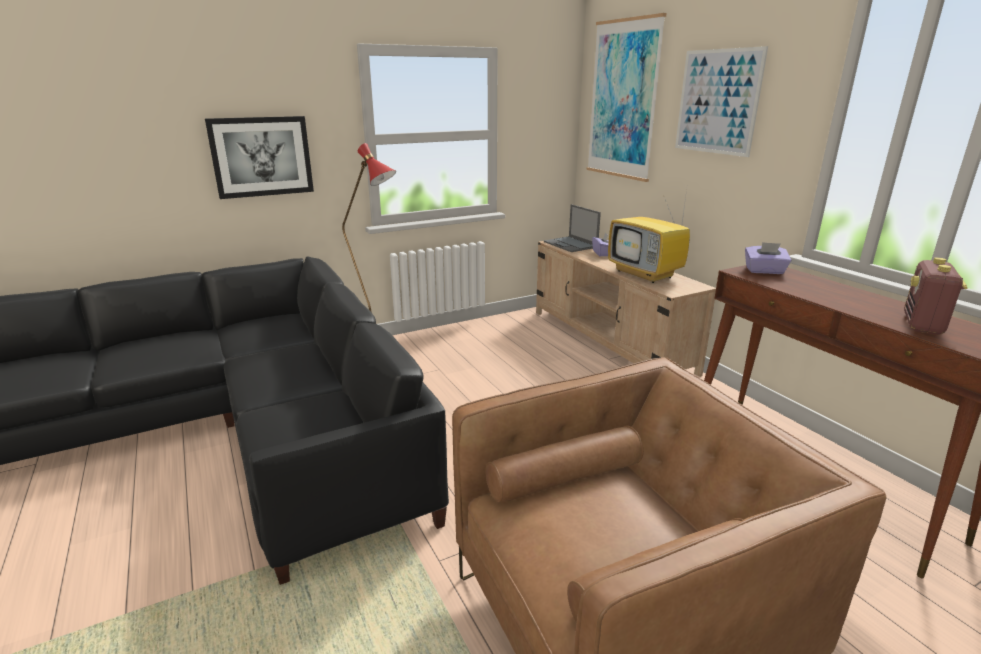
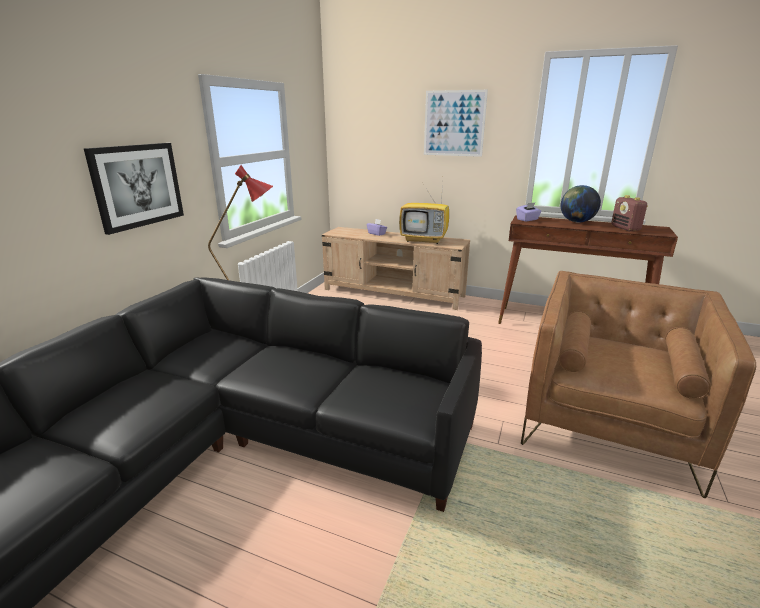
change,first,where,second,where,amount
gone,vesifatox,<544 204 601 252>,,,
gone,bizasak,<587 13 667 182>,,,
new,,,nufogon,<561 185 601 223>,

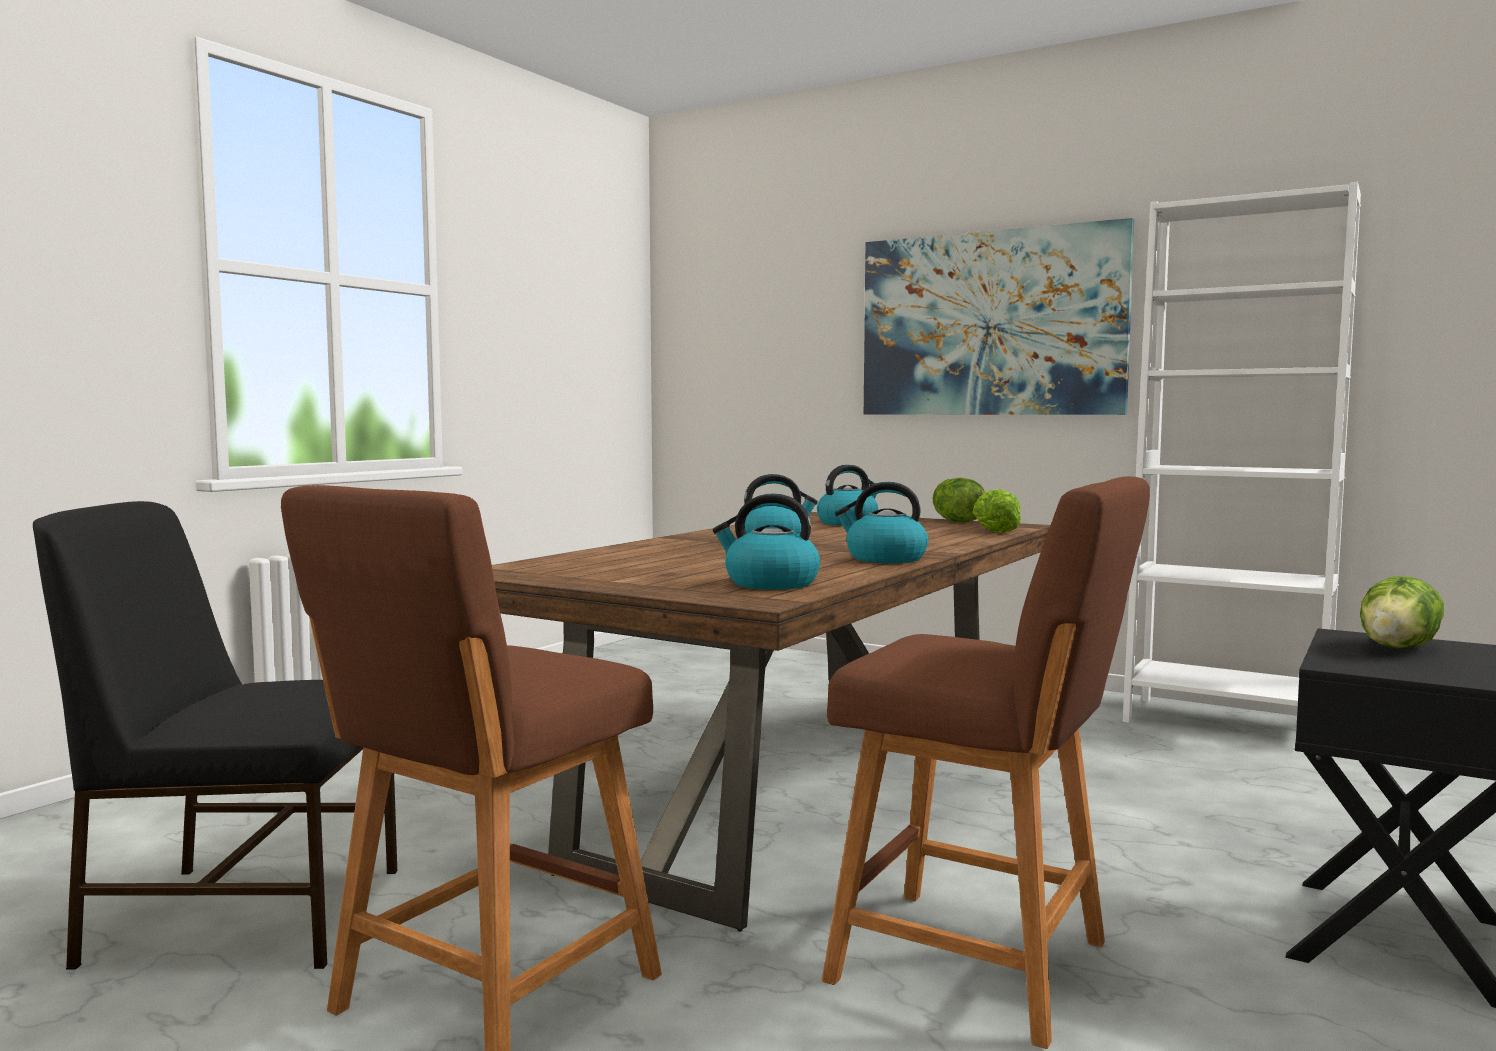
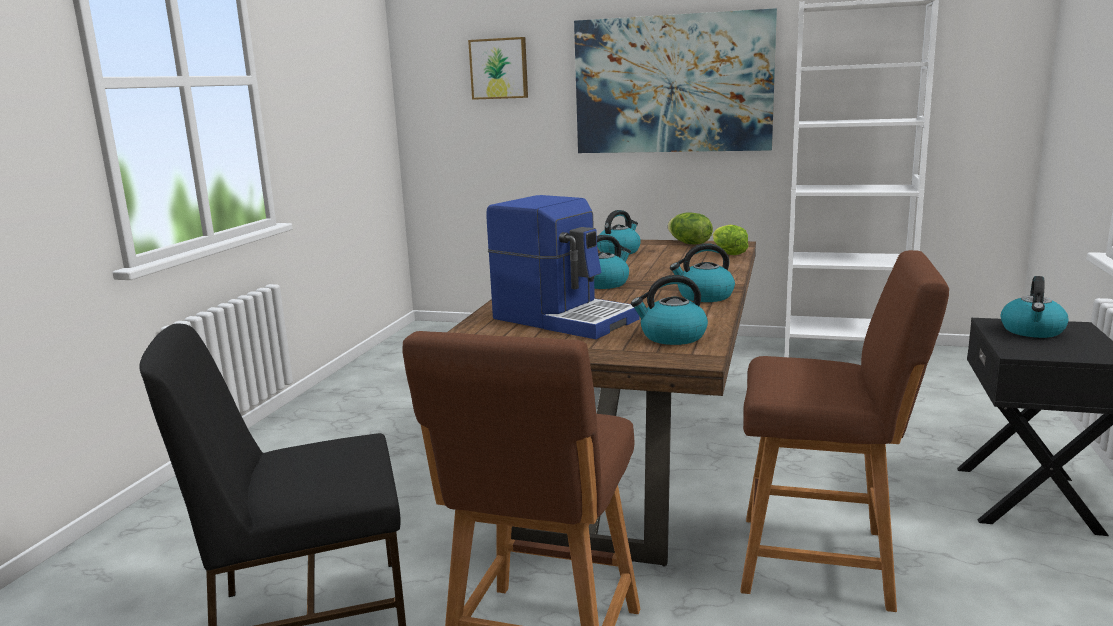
change,first,where,second,where,amount
swapped,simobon,<1360 576 1444 648>,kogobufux,<1001 276 1069 338>,
new,,,bizasak,<468 37 528 100>,
new,,,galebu,<486 195 640 339>,

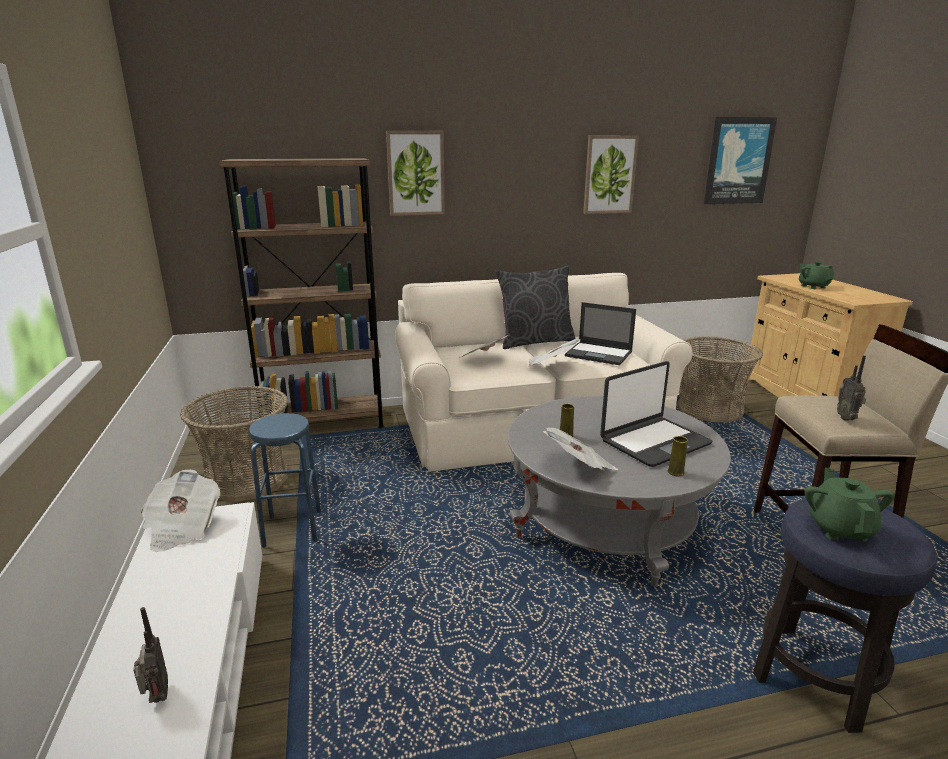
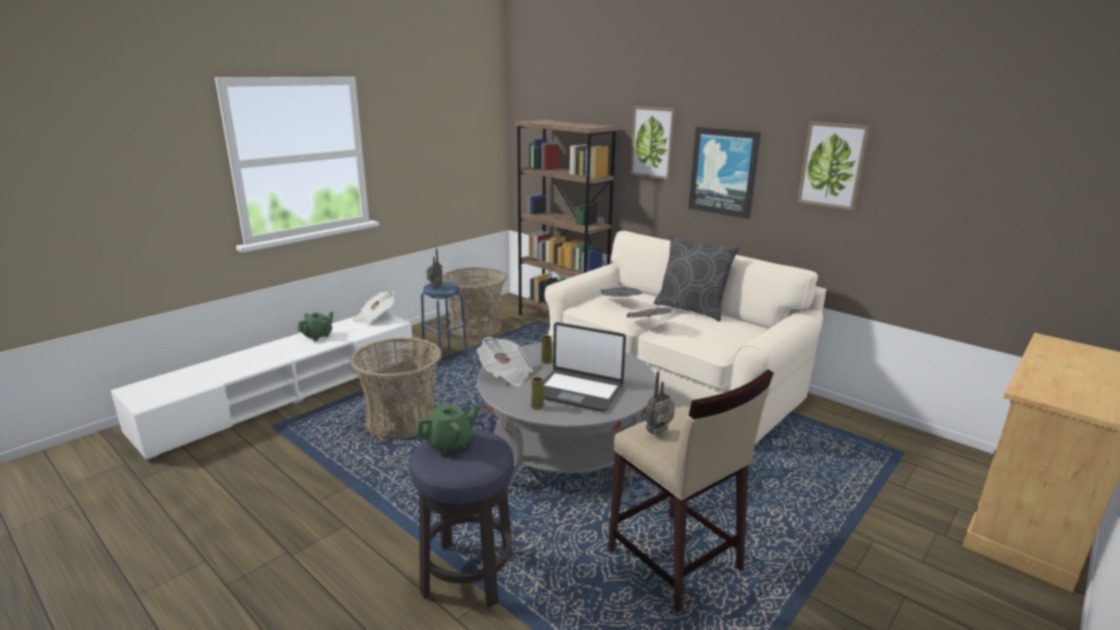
change,first,where,second,where,amount
shifted,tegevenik,<133 607 168 703>,,<426 248 443 288>,
gone,vesifatox,<565 302 636 365>,,,
shifted,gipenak,<677 336 763 422>,,<350 337 442 439>,
shifted,bizasak,<704 117 777 204>,,<688 127 761 219>,
shifted,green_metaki,<799 261 834 289>,,<298 312 333 341>,

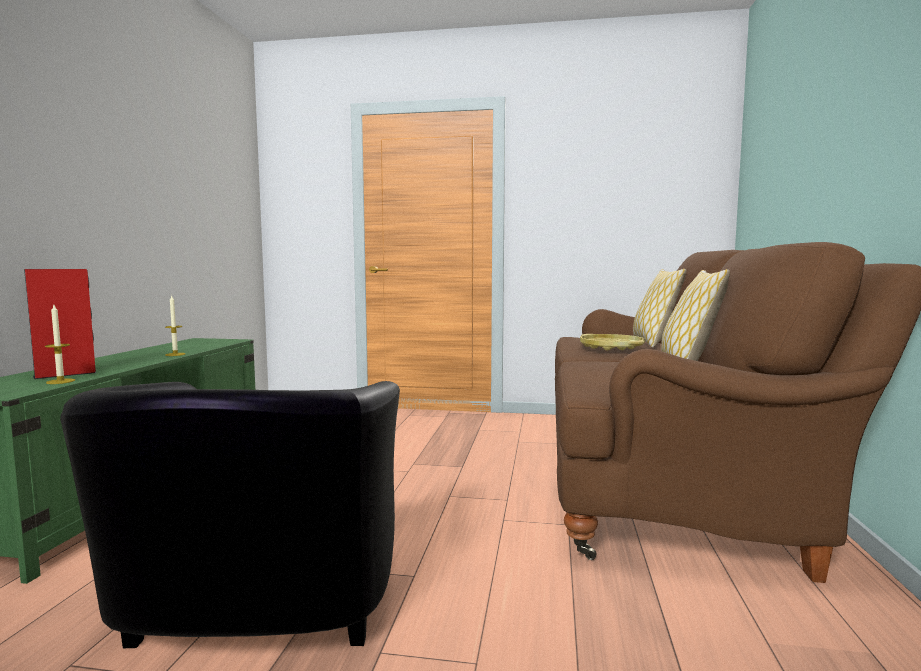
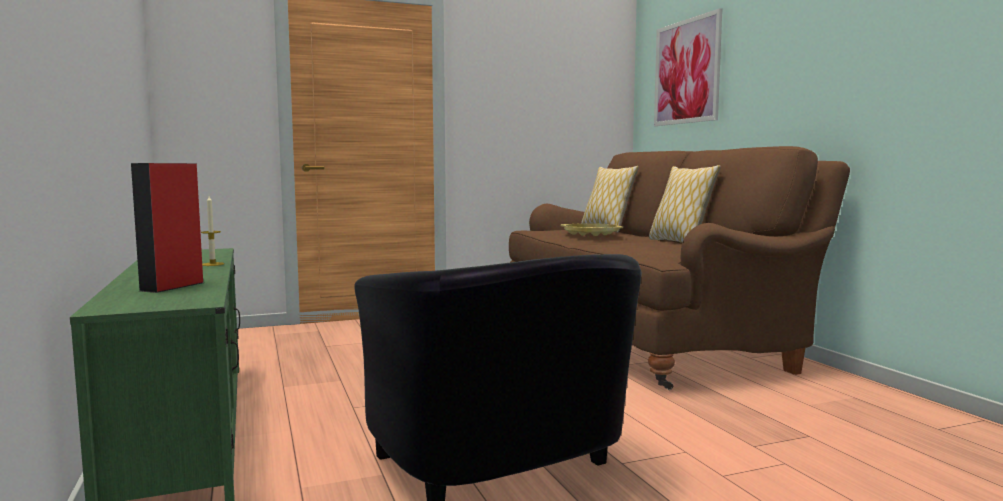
change,first,where,second,where,amount
gone,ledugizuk,<45 305 75 384>,,,
new,,,bizasak,<654 8 722 126>,

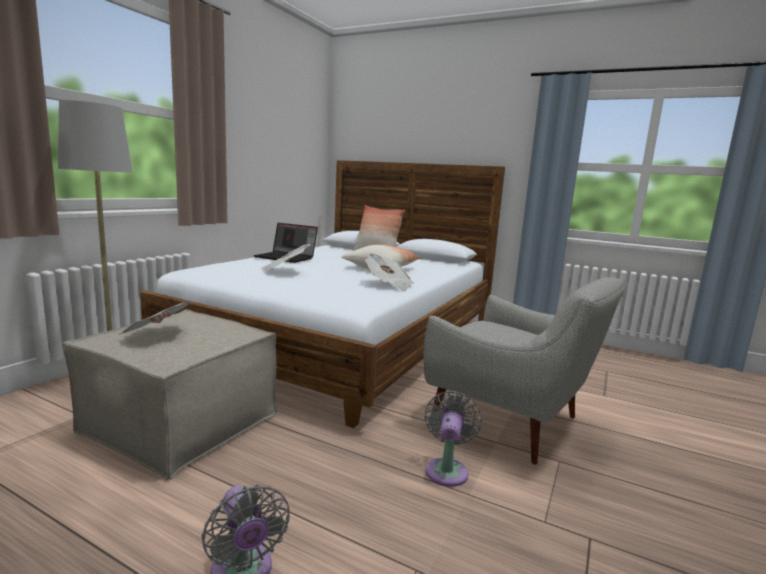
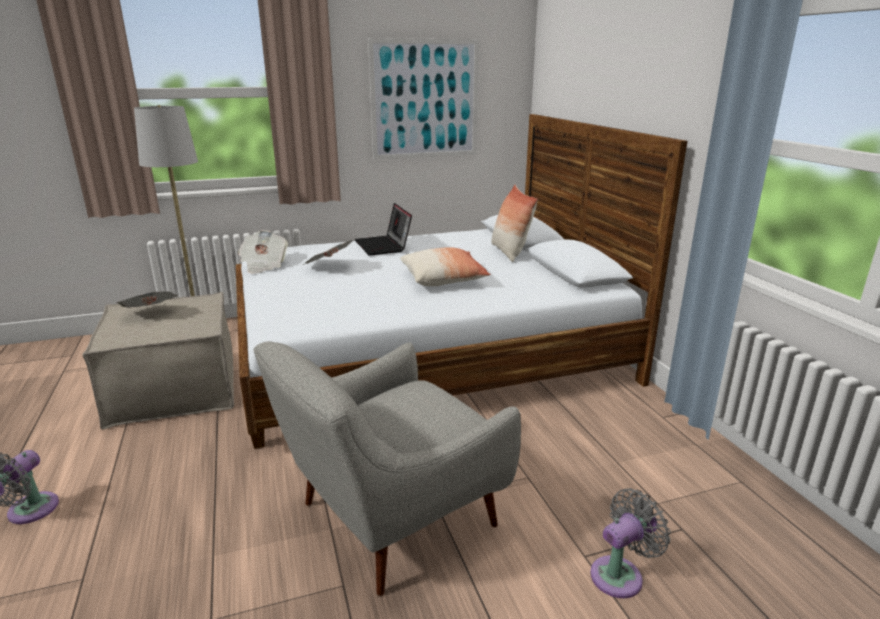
change,first,where,second,where,amount
shifted,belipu,<365 253 414 291>,,<238 230 288 274>,
rotated,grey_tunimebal,<423 277 625 464>,,<254 341 521 596>,60 degrees clockwise
shifted,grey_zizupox,<424 391 482 487>,,<590 488 671 598>,
new,,,bizasak,<368 38 479 160>,

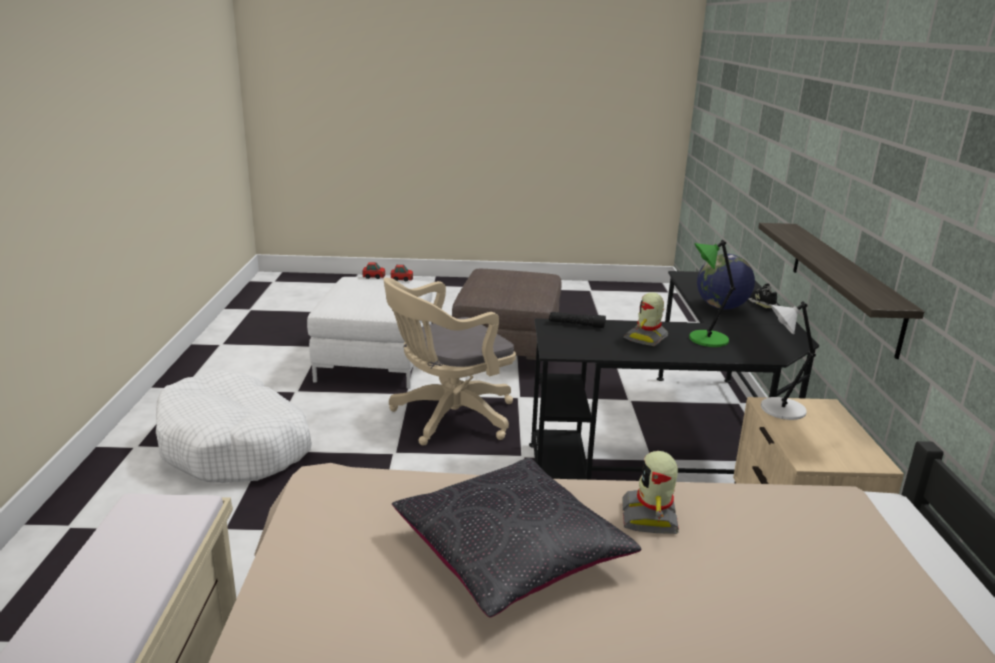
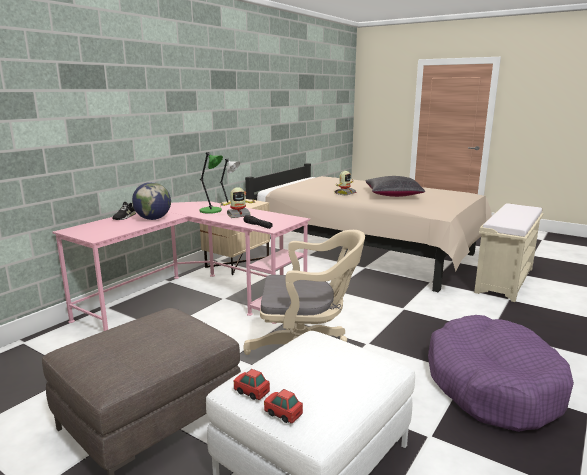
change,first,where,second,where,amount
repainted,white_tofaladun,<156 370 312 483>,purple_tofaladun,<428 315 574 432>,
repainted,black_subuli,<529 271 819 480>,pink_subuli,<52 201 310 331>,
gone,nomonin,<758 223 925 359>,,,

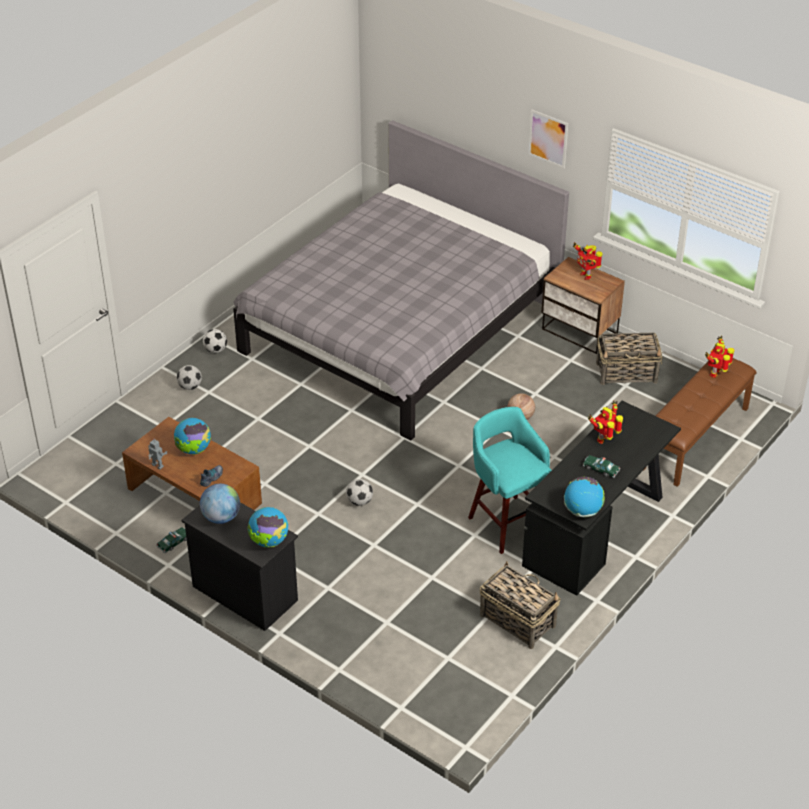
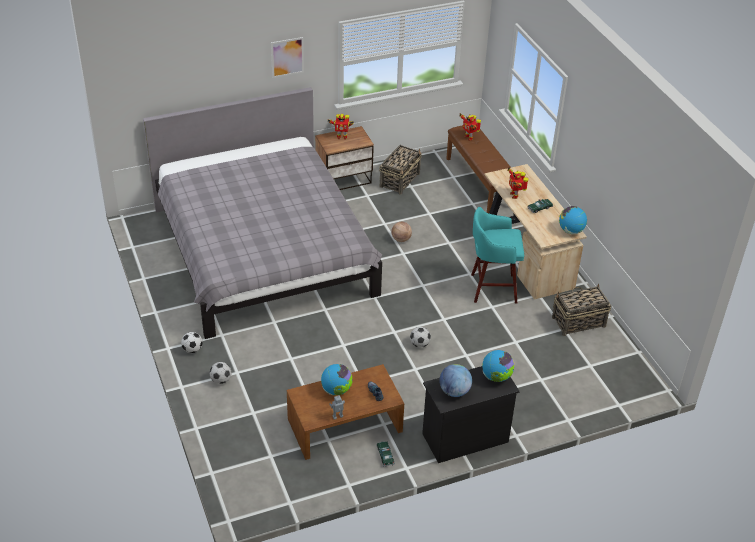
change,first,where,second,where,amount
repainted,black_subuli,<522 401 681 596>,beige_subuli,<485 164 587 300>,

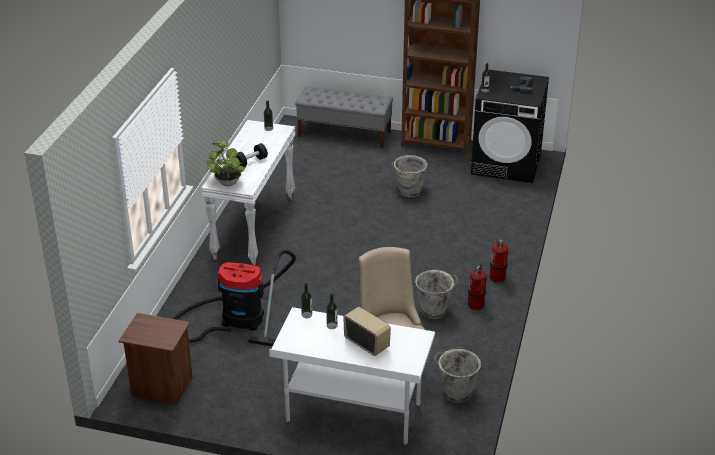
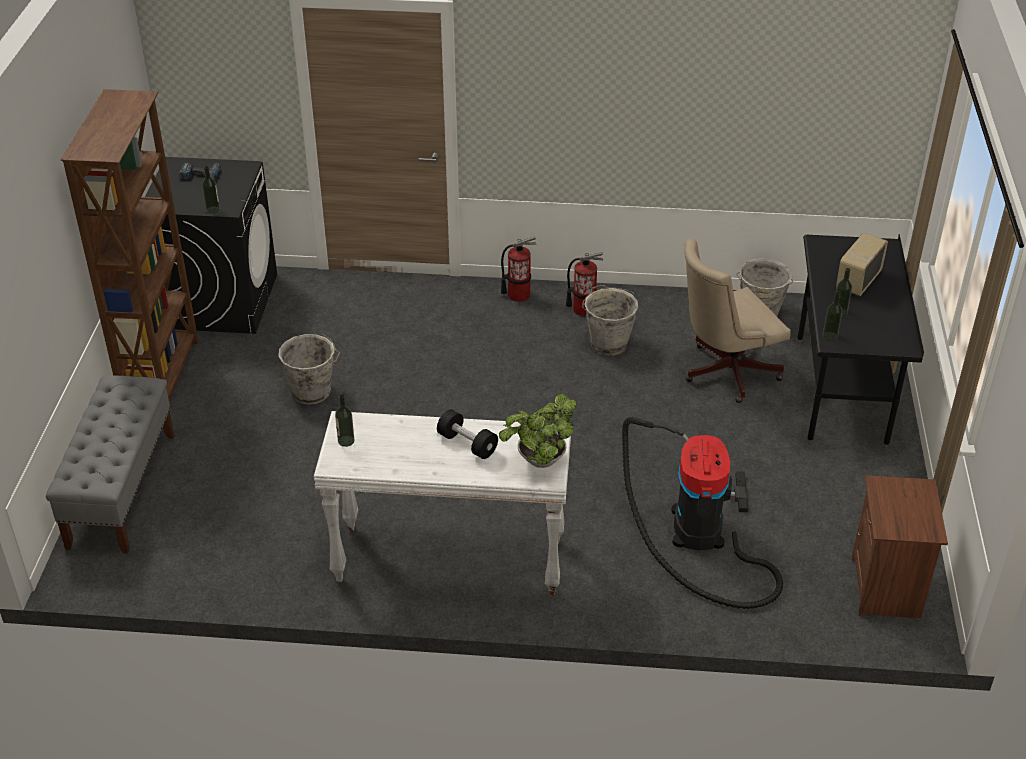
change,first,where,second,where,amount
repainted,white_subuli,<269 307 435 446>,black_subuli,<797 234 924 447>,

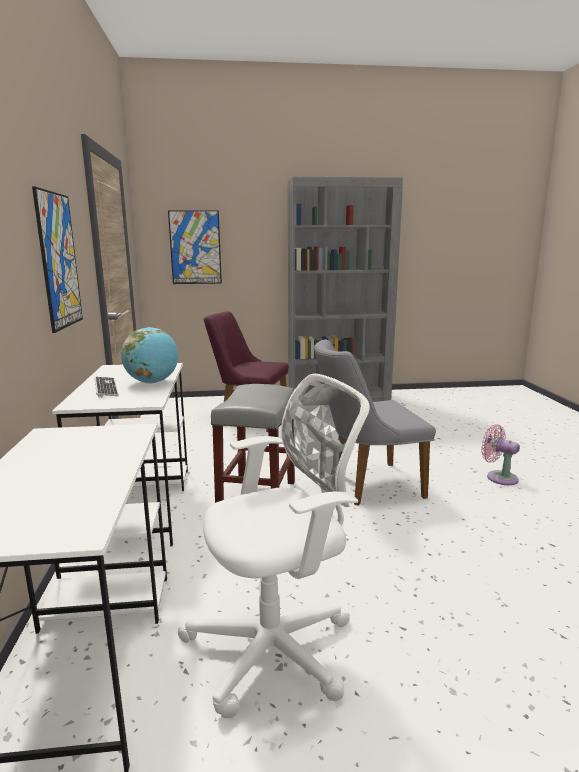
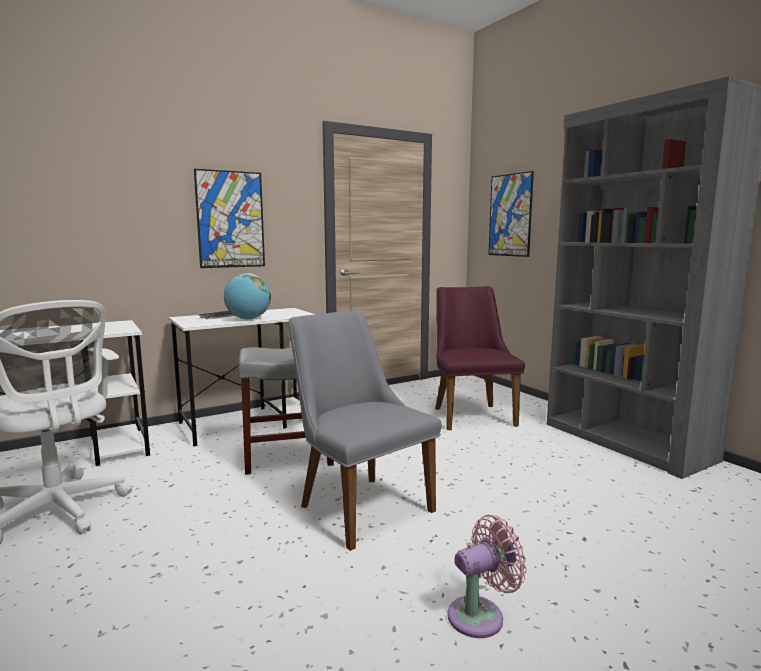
change,first,where,second,where,amount
rotated,pink_zizupox,<481 424 520 485>,,<448 515 527 638>,45 degrees clockwise

